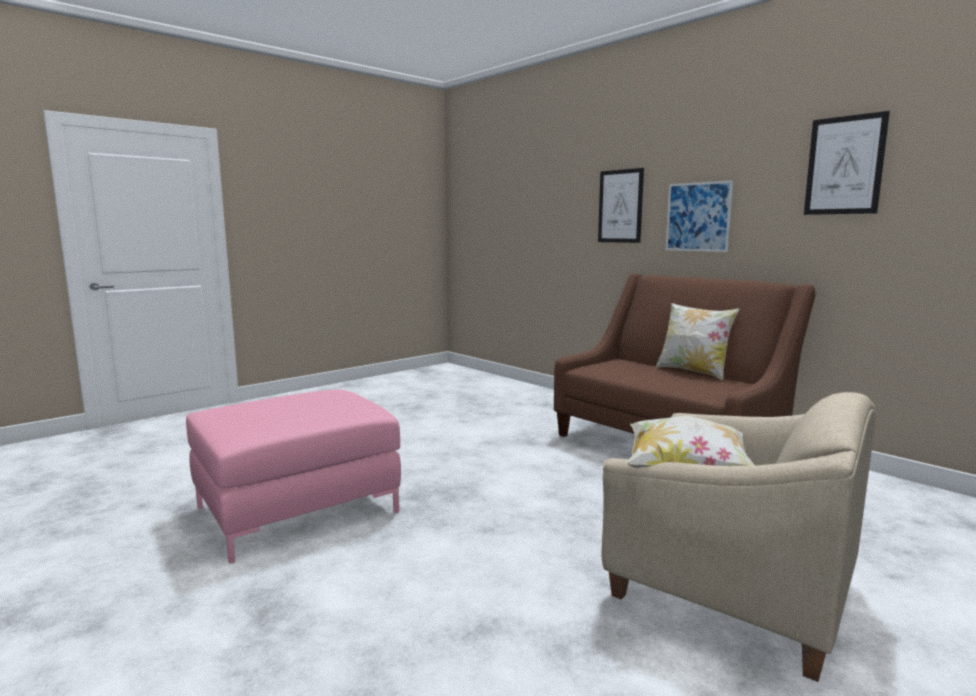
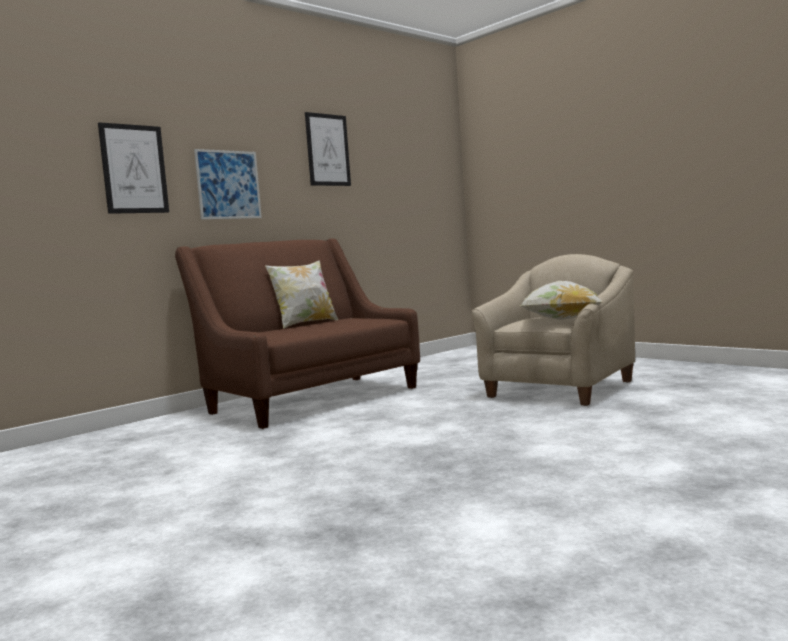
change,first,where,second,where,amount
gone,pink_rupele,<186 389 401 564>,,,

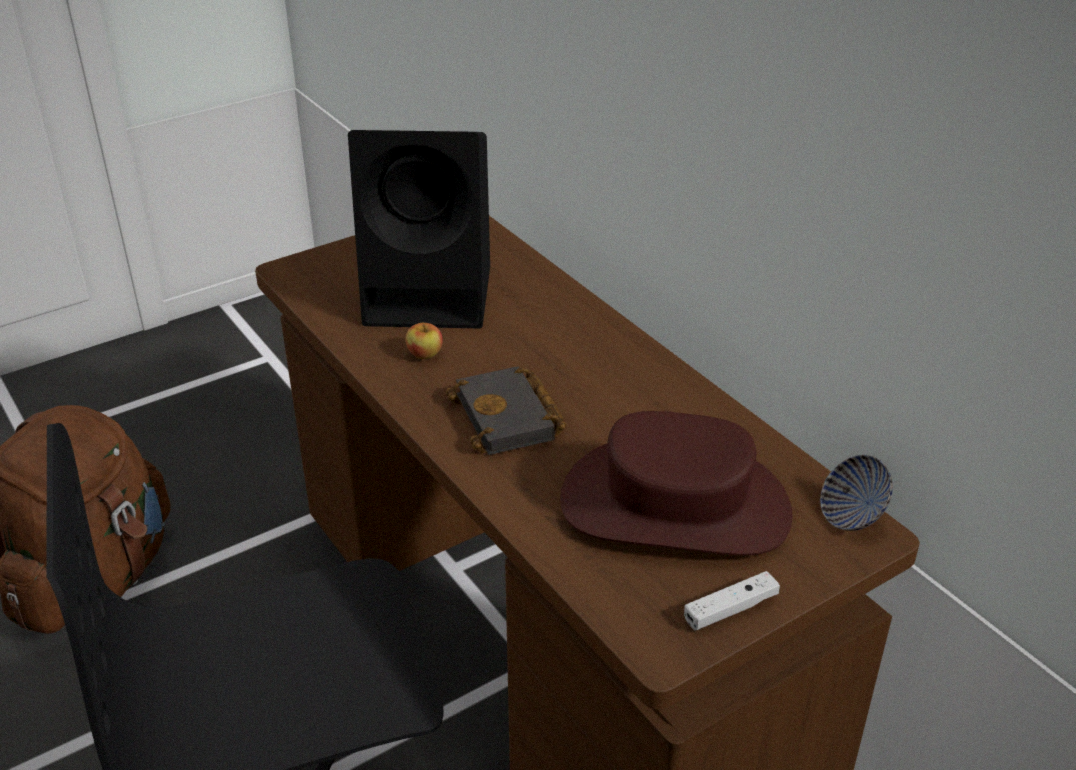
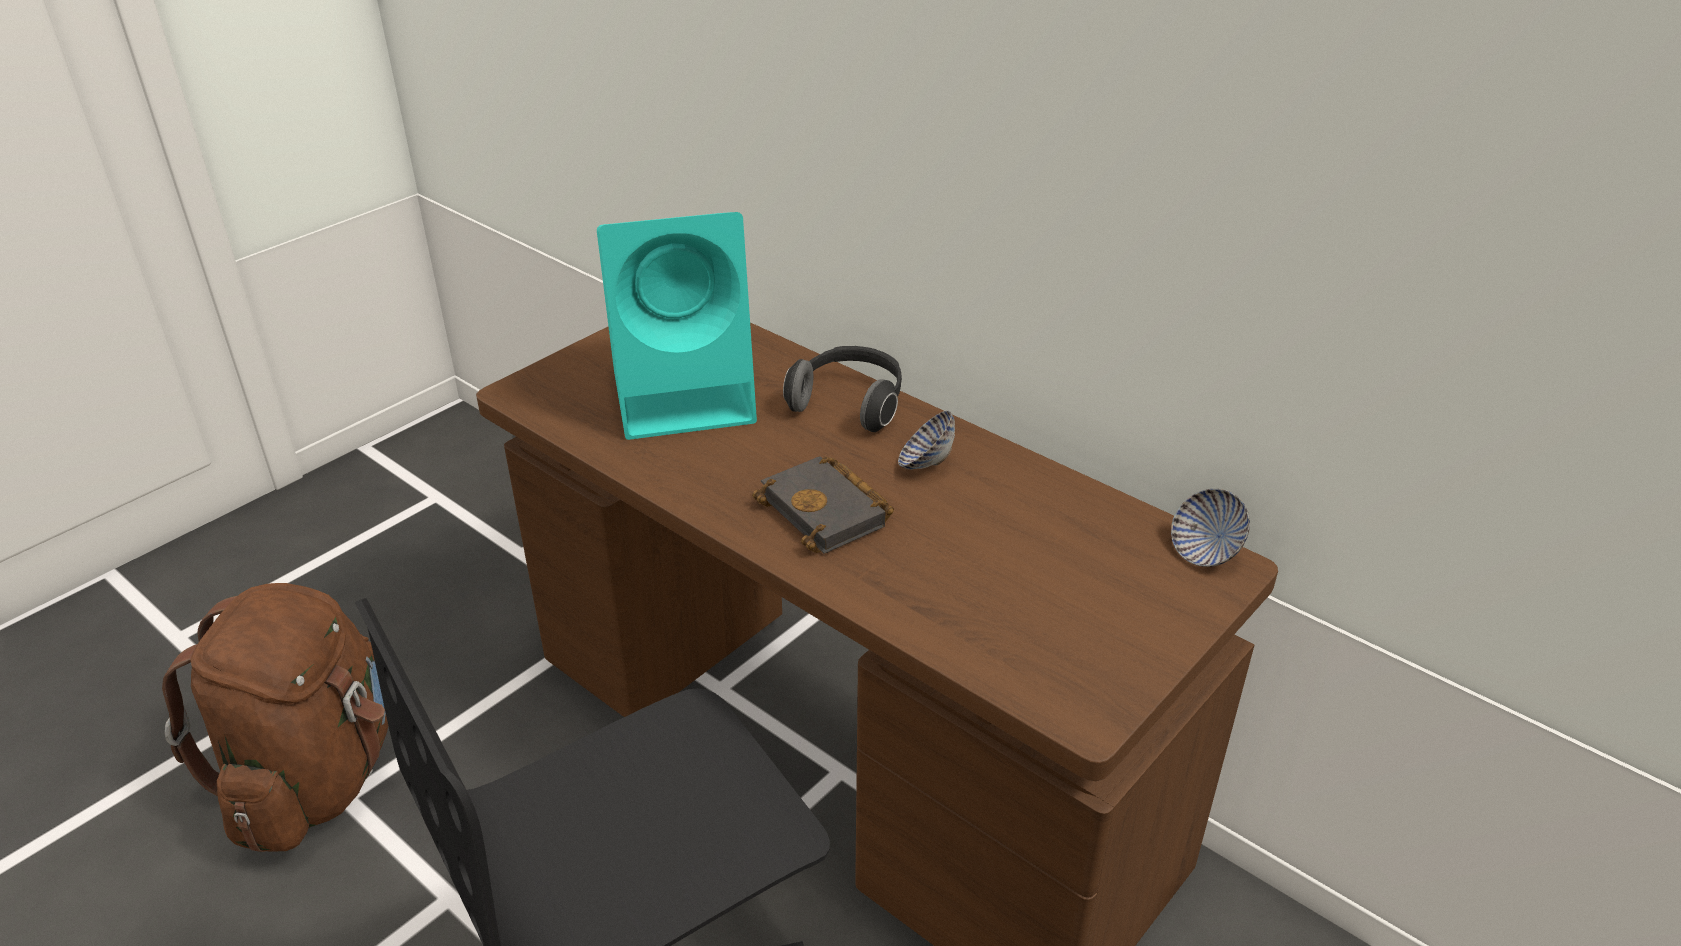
change,first,where,second,where,amount
repainted,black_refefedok,<348 130 490 328>,turquoise_refefedok,<597 212 757 440>,
gone,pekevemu,<405 323 443 359>,,,
gone,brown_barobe,<560 411 793 556>,,,
gone,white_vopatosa,<684 571 780 631>,,,
new,,,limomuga,<783 346 902 432>,
new,,,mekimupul,<898 411 955 470>,

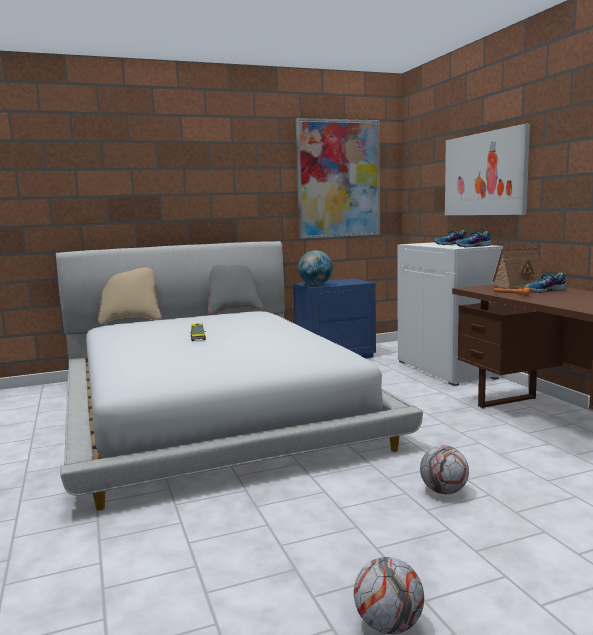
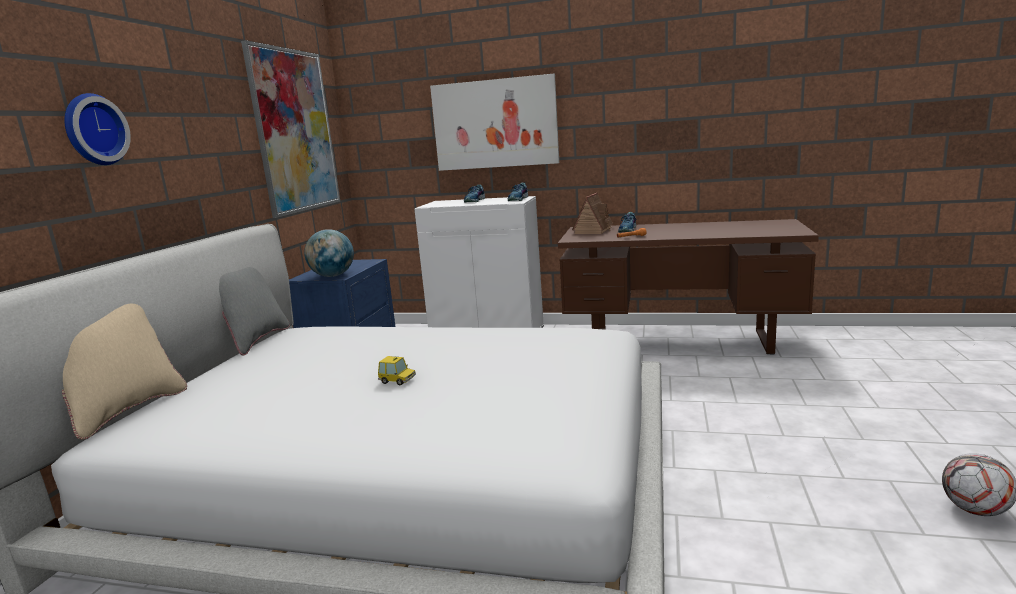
change,first,where,second,where,amount
gone,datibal,<420 445 469 494>,,,
new,,,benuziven,<65 93 131 165>,

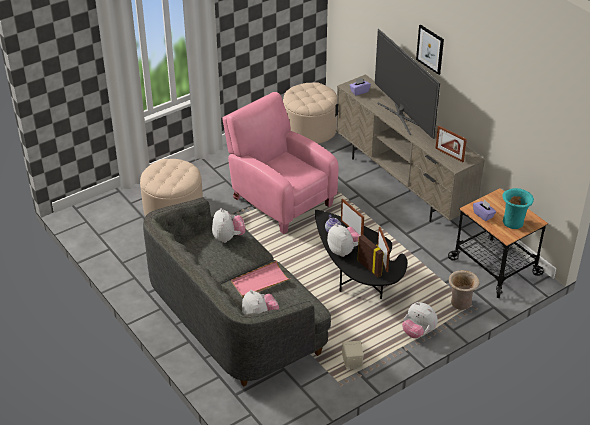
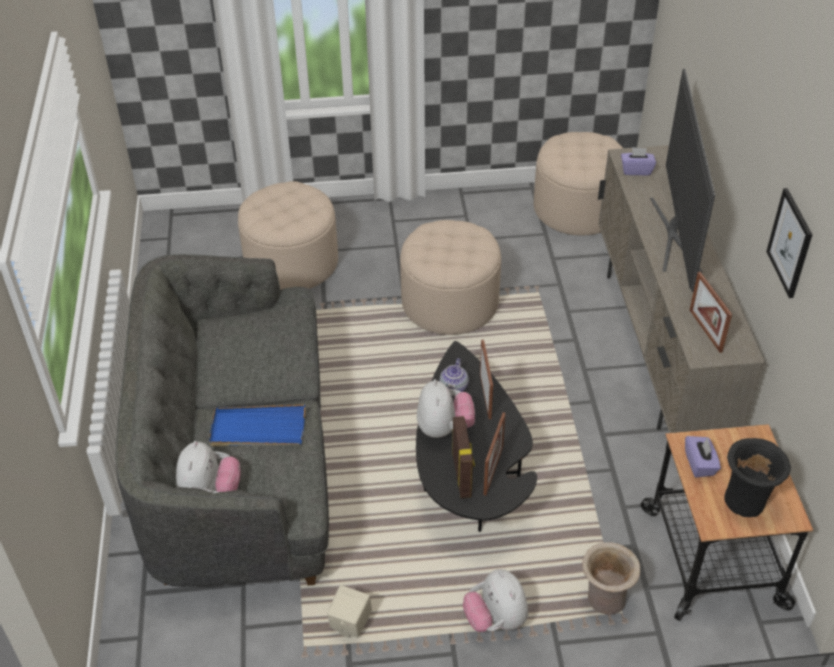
change,first,where,second,where,amount
gone,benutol,<212 208 246 243>,,,
swapped,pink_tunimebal,<222 92 339 234>,beige_rupele,<400 220 501 335>,
repainted,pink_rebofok,<231 261 290 298>,blue_rebofok,<209 405 305 446>,
shifted,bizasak,<416 25 444 75>,,<766 188 813 298>,
repainted,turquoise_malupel,<502 188 534 229>,black_malupel,<724 438 791 517>,

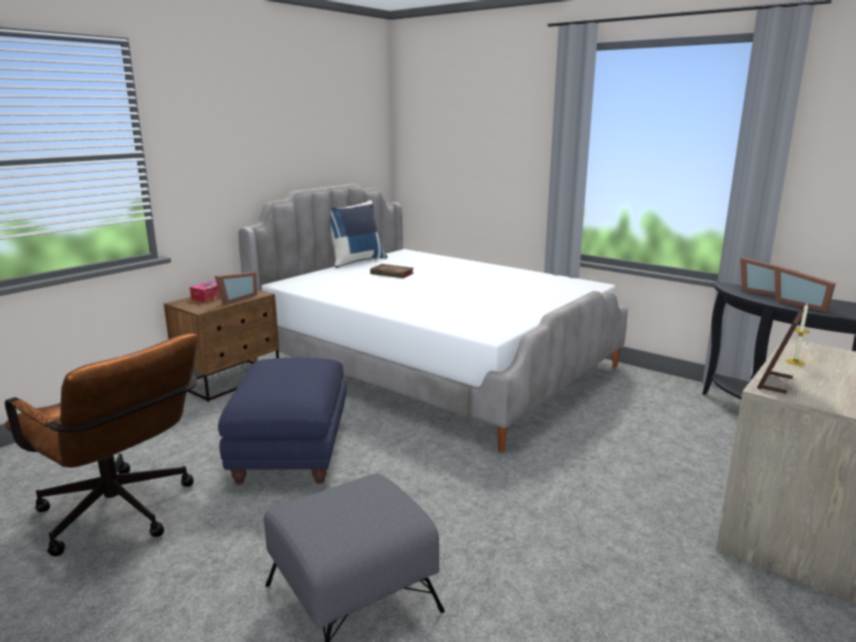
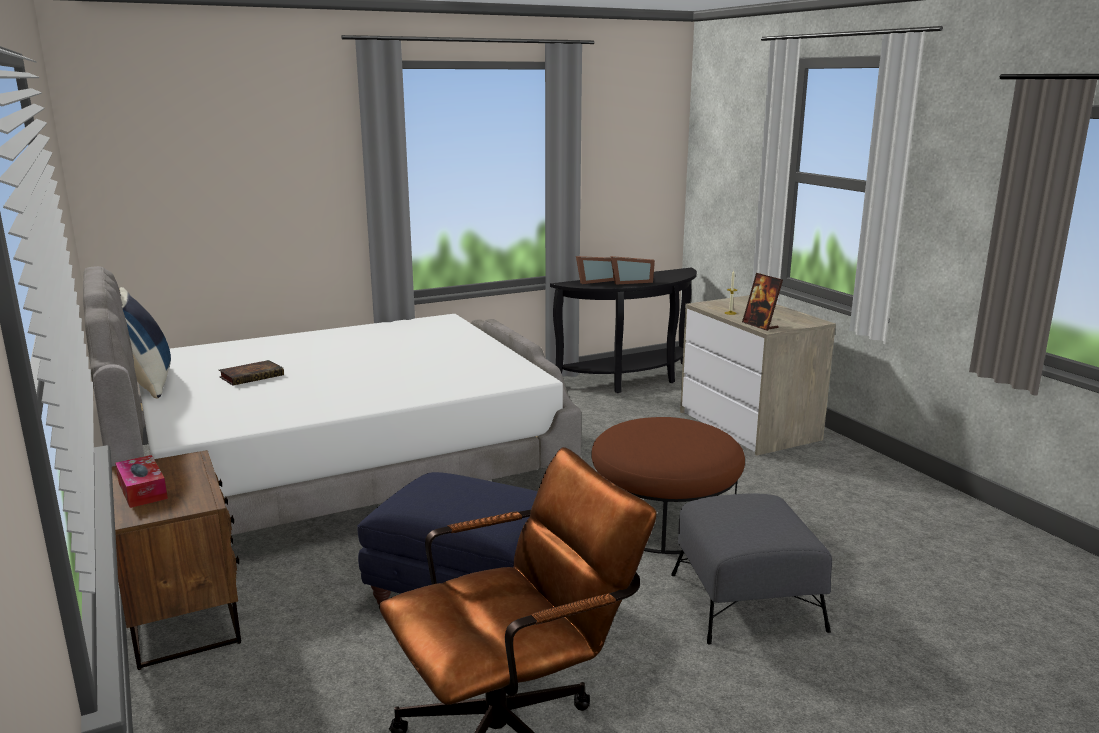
change,first,where,second,where,amount
gone,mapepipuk,<215 272 257 304>,,,
new,,,brown_rupele,<591 417 745 554>,

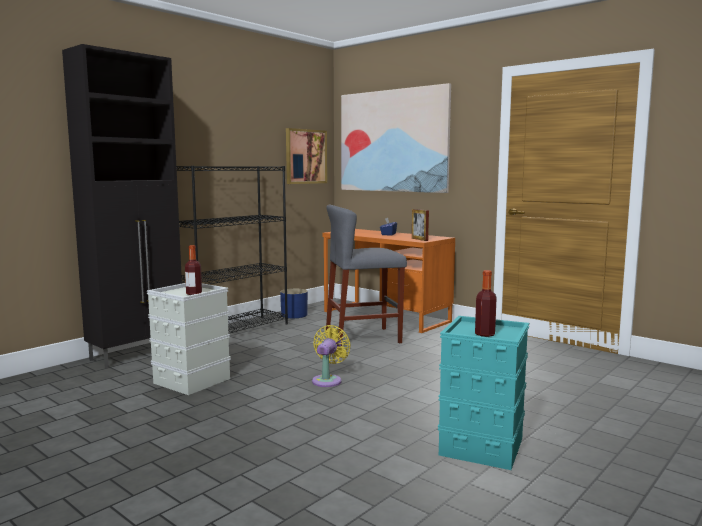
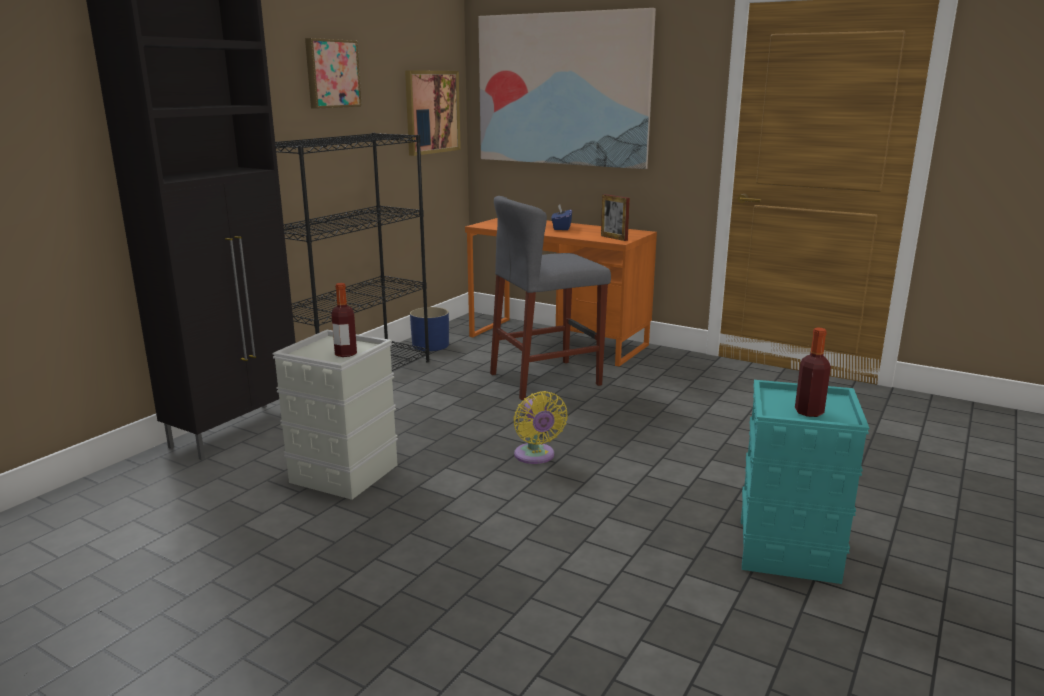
change,first,where,second,where,amount
rotated,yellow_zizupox,<312 325 351 387>,,<513 391 568 464>,150 degrees clockwise
new,,,bizasak,<305 38 362 109>,

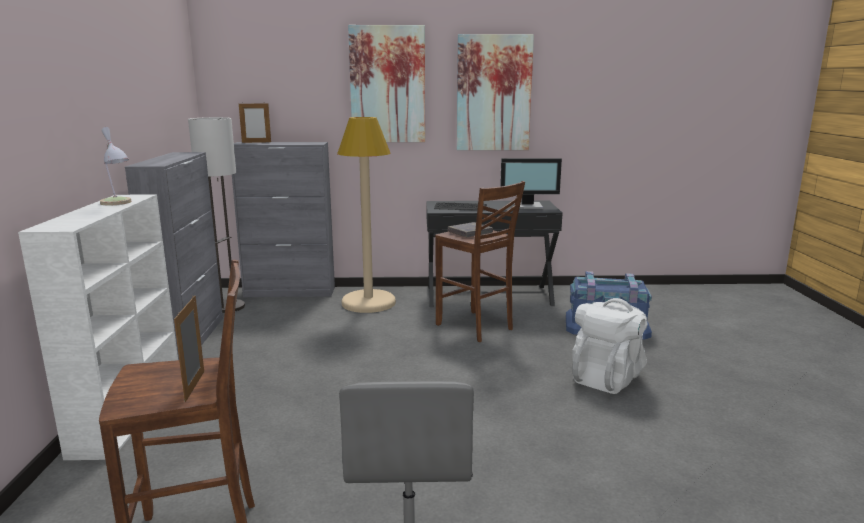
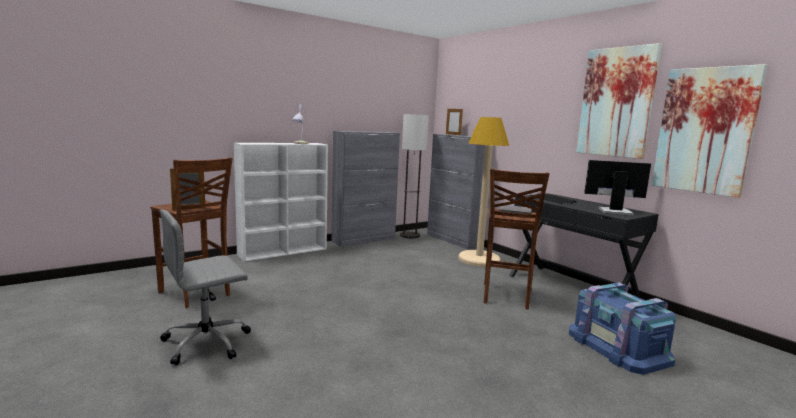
change,first,where,second,where,amount
shifted,bizasak,<348 25 425 142>,,<652 64 768 198>,
rotated,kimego,<500 158 562 209>,,<584 160 651 215>,135 degrees clockwise
gone,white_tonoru,<572 298 648 394>,,,

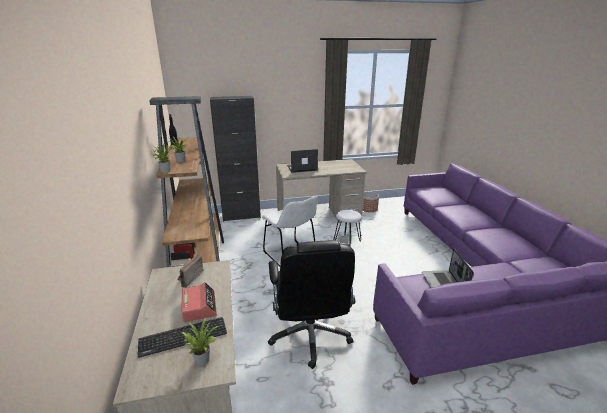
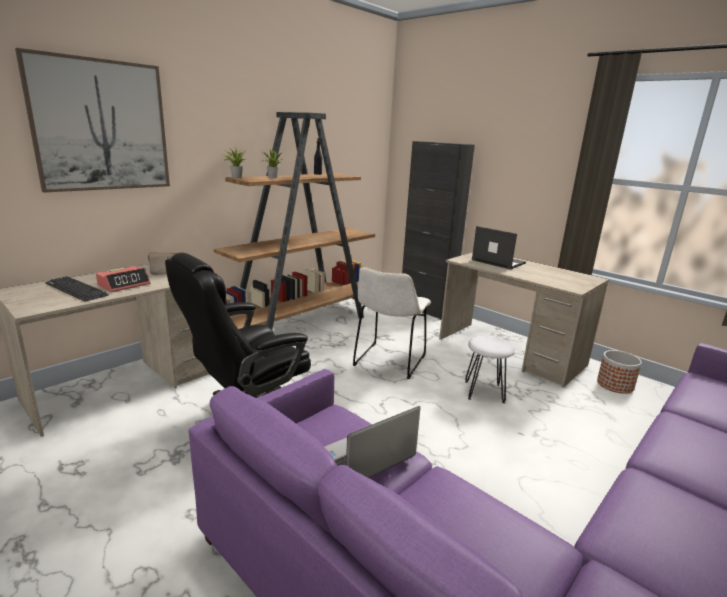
change,first,where,second,where,amount
gone,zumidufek,<181 318 219 365>,,,
new,,,bizasak,<15 48 170 192>,

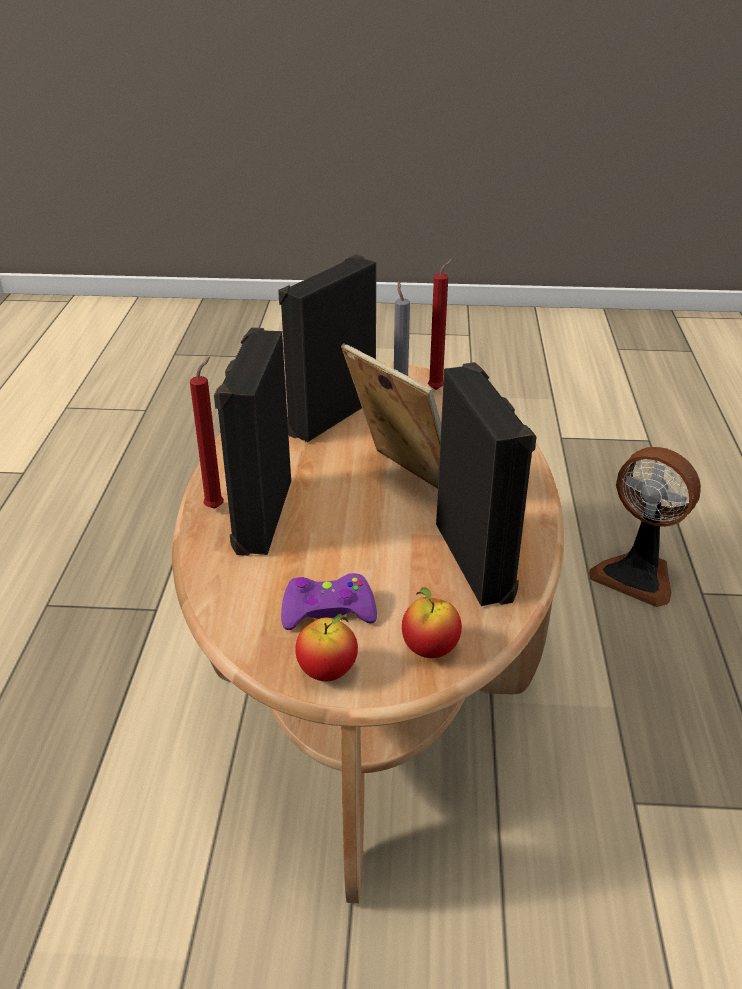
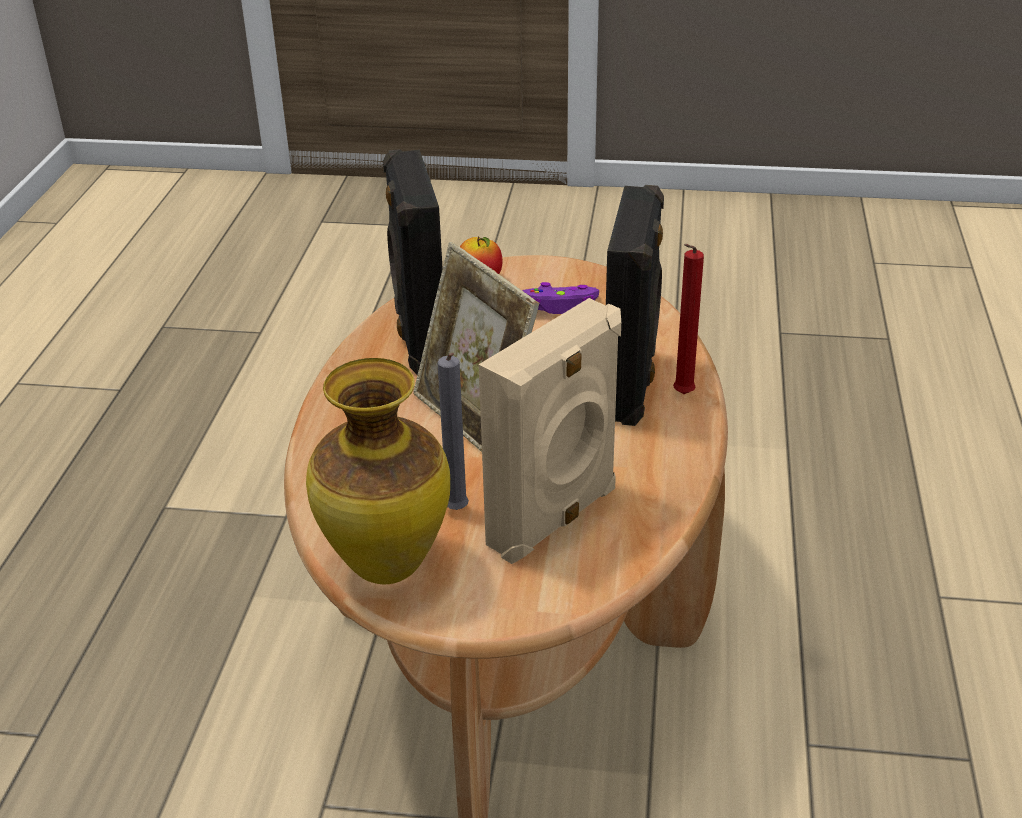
change,first,where,second,where,amount
repainted,black_refefedok,<278 254 376 442>,beige_refefedok,<479 298 621 564>,
gone,pekevemu,<295 613 358 681>,,,
swapped,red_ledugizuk,<428 259 453 390>,malupel,<306 358 450 584>,
gone,zizupox,<589 447 701 607>,,,

